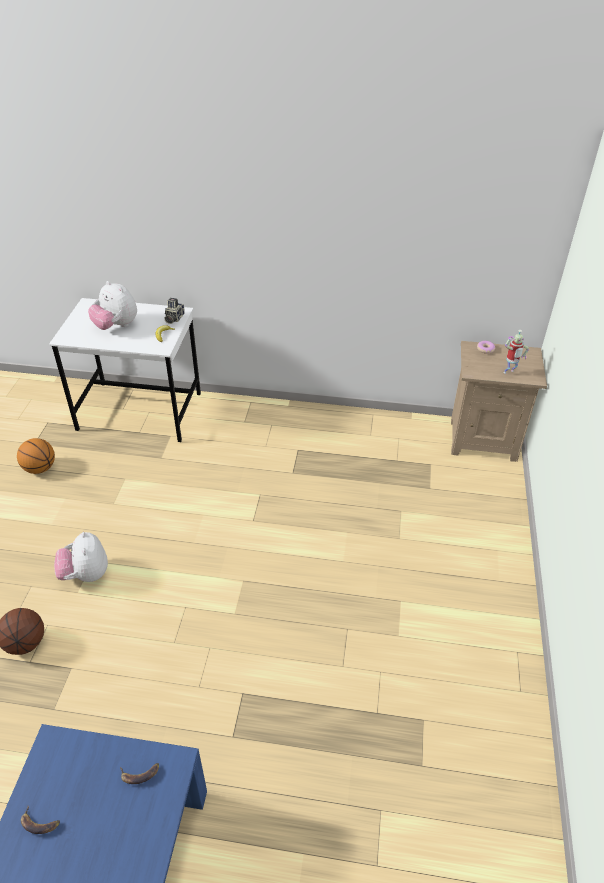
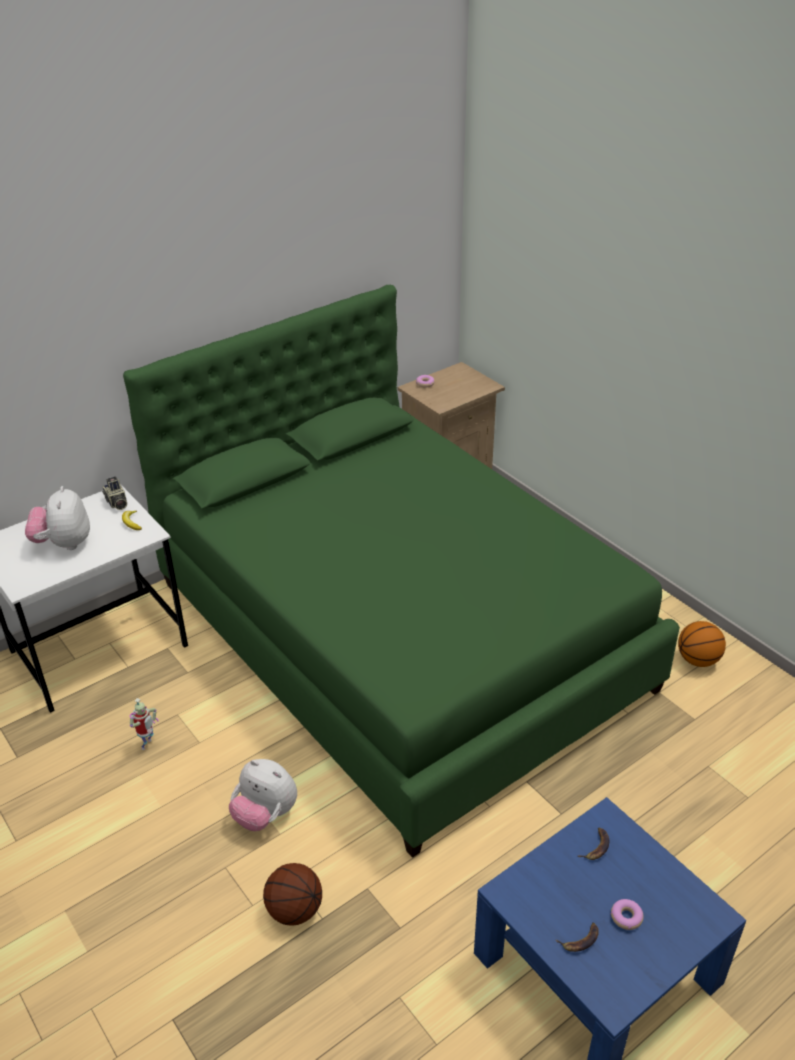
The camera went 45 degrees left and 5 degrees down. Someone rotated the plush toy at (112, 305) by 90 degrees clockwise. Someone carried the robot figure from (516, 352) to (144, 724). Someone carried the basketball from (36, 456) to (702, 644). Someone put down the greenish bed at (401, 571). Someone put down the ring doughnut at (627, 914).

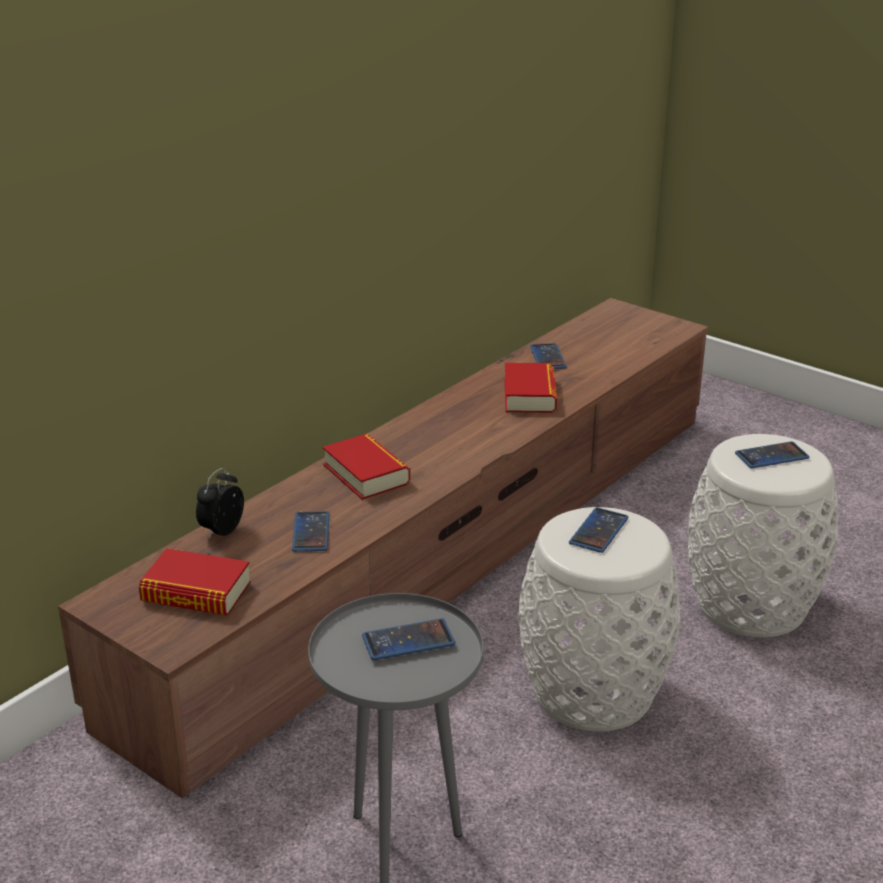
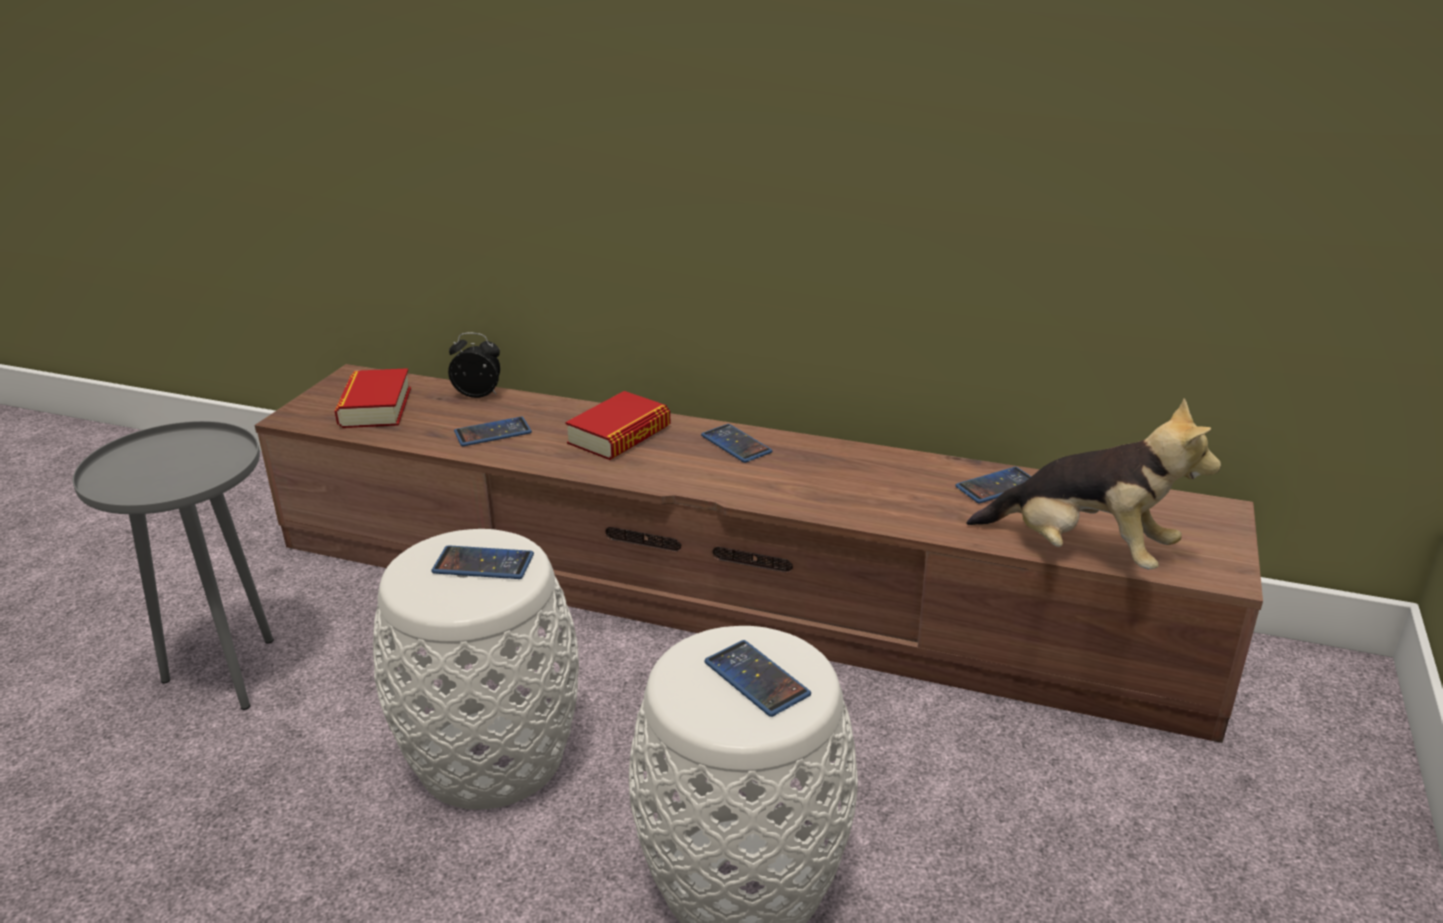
The camera went 70 degrees right and 0 degrees up. Someone took away the bound book at (530, 388). Someone carried the telephone from (409, 639) to (736, 443). Someone put down the plush toy at (1094, 483).

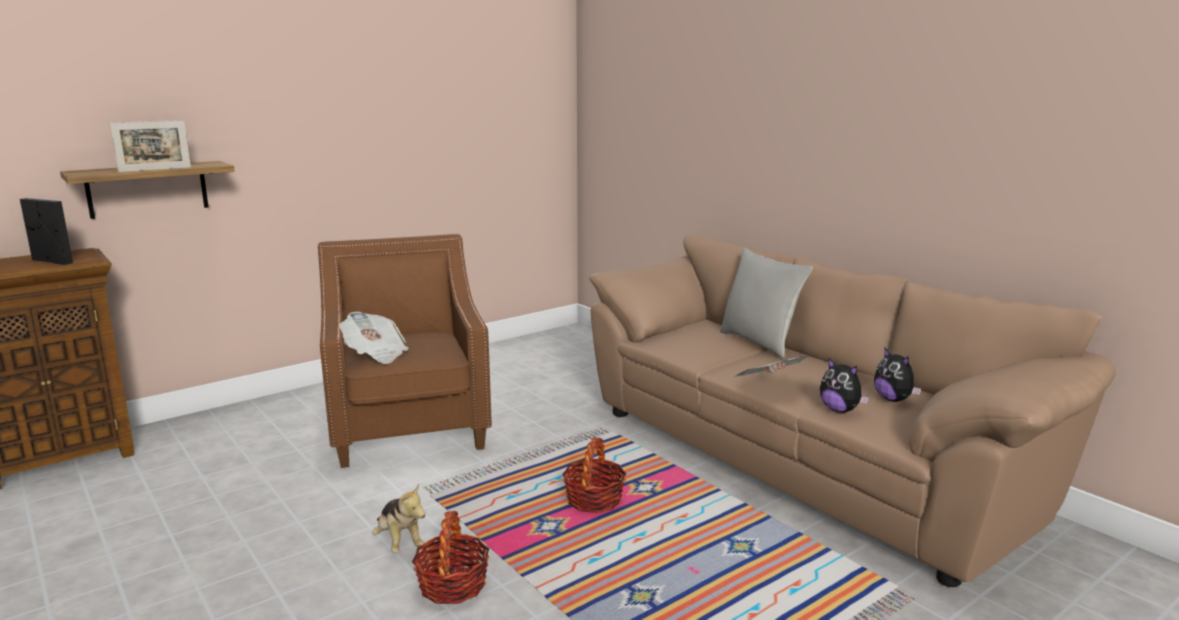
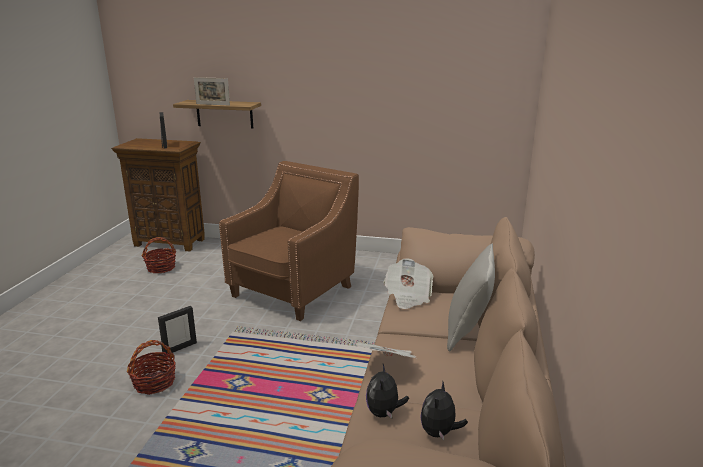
The camera went 50 degrees right and 5 degrees up. Someone carried the daily paper from (374, 338) to (408, 283). Someone carried the household basket from (594, 475) to (159, 255). Someone swapped the plush toy at (398, 518) for the photo frame at (177, 330).

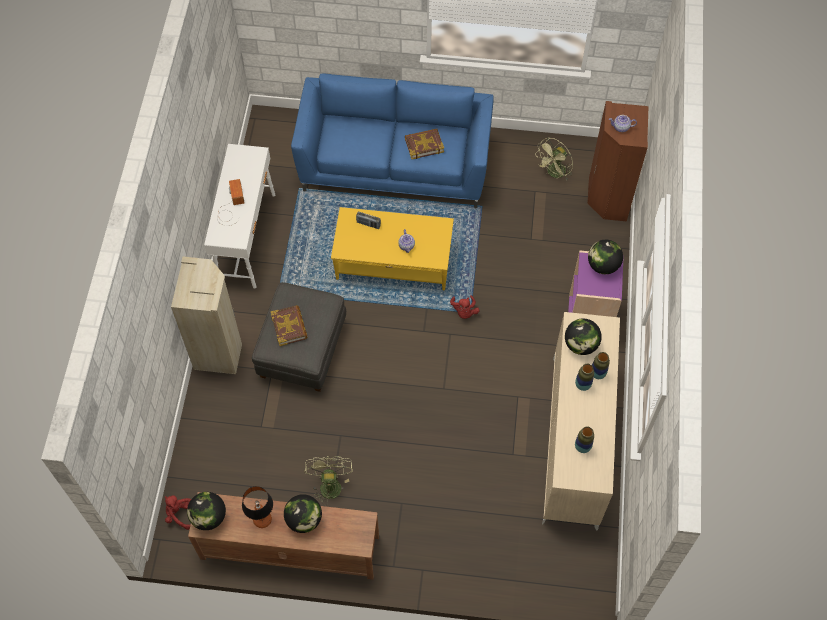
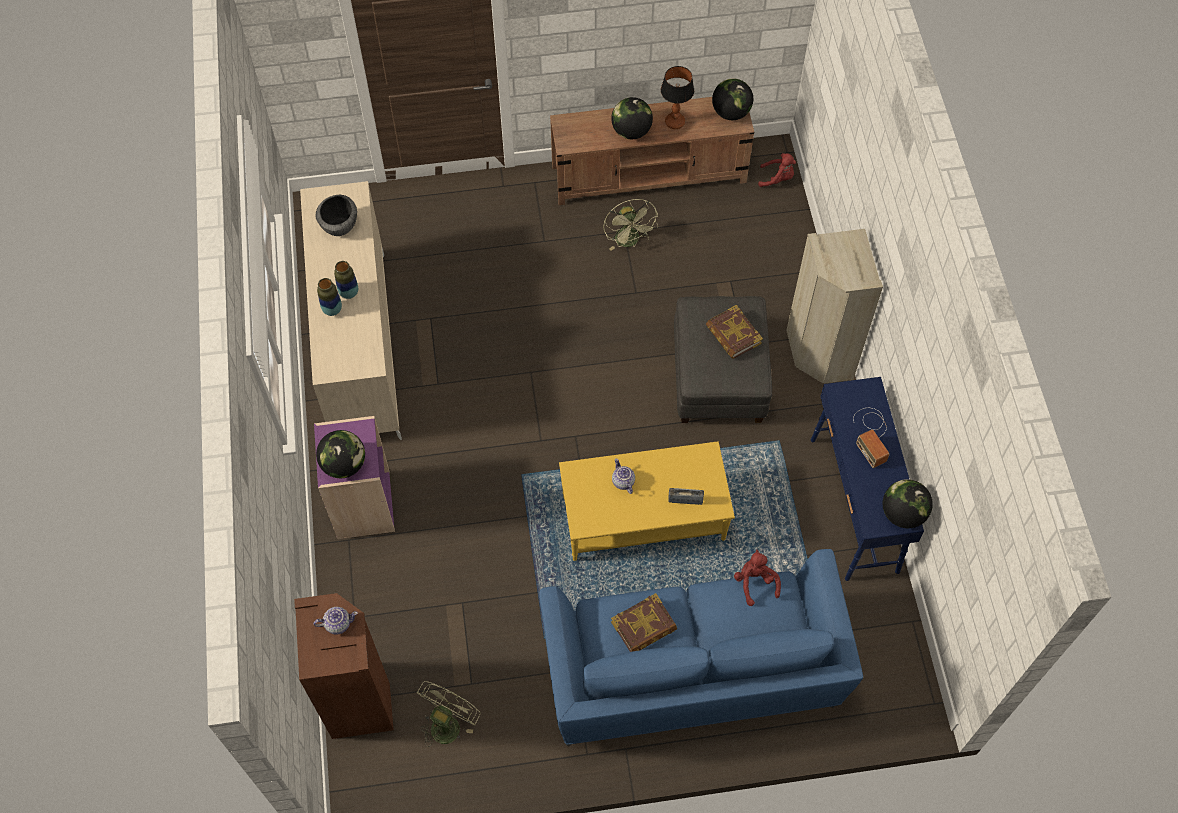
The camera went 165 degrees right and 0 degrees up. Someone repainted the whitish narrow table at (240, 216), which became the bluish narrow table at (867, 479). Someone carried the red plush toy from (465, 307) to (757, 577). Someone carried the desk globe from (583, 337) to (908, 503). Someone swapped the decorative vase at (584, 439) for the deep dish at (336, 215).

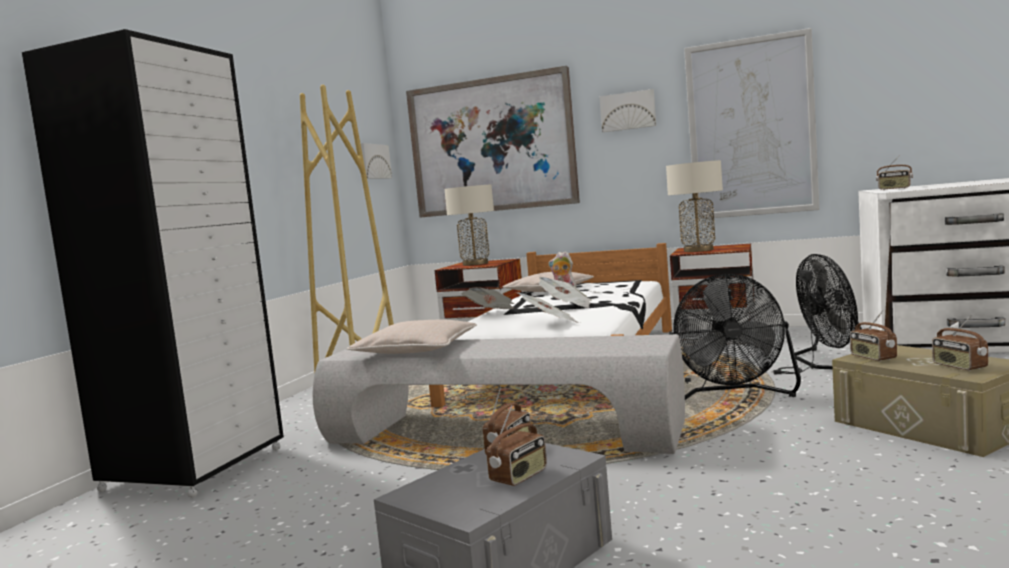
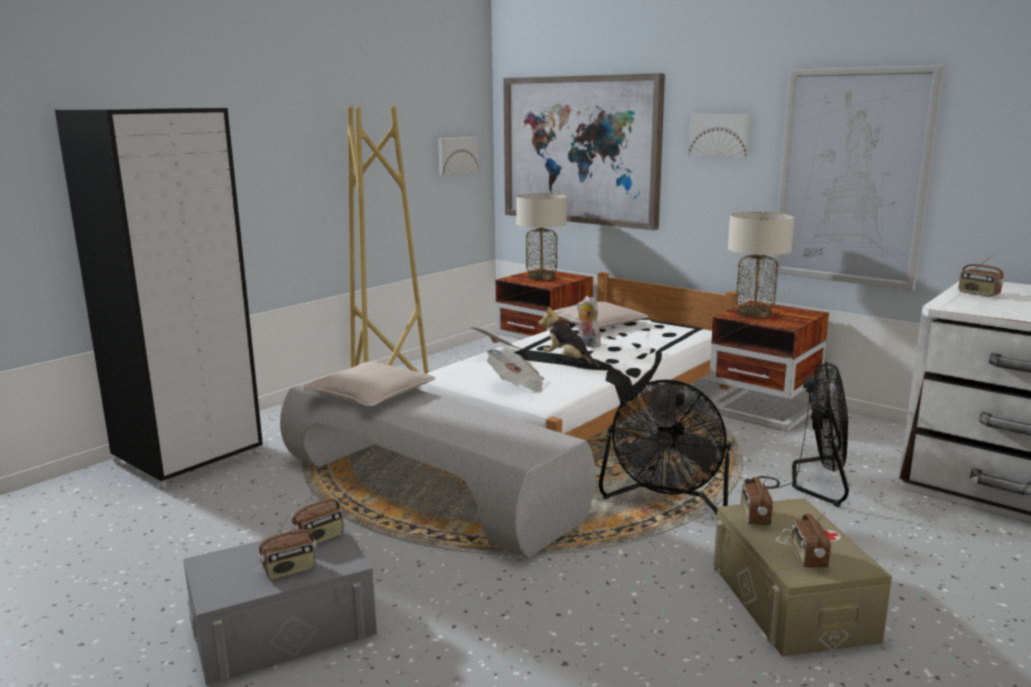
The camera went 20 degrees right and 10 degrees up. Someone swapped the daily paper at (565, 292) for the plush toy at (569, 337).

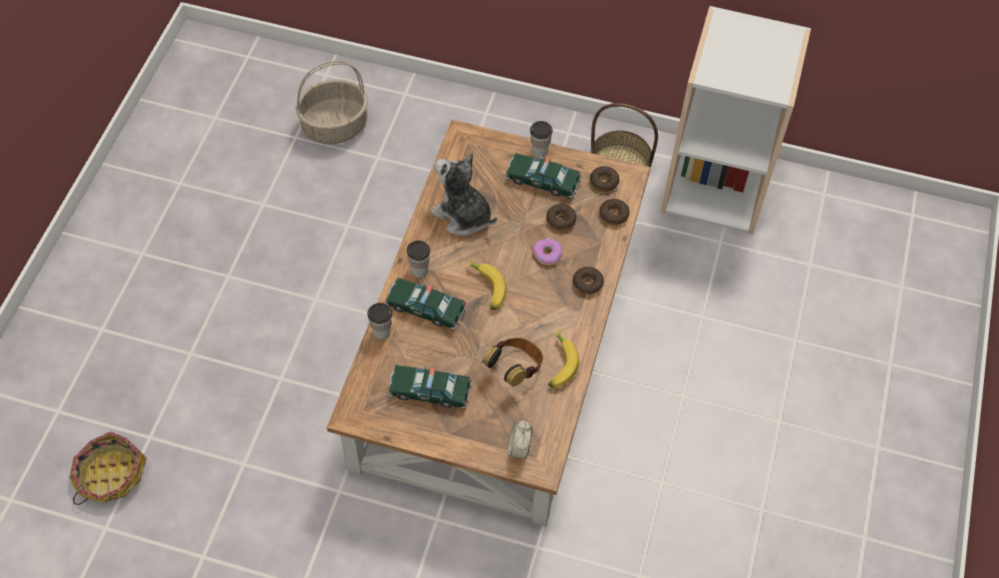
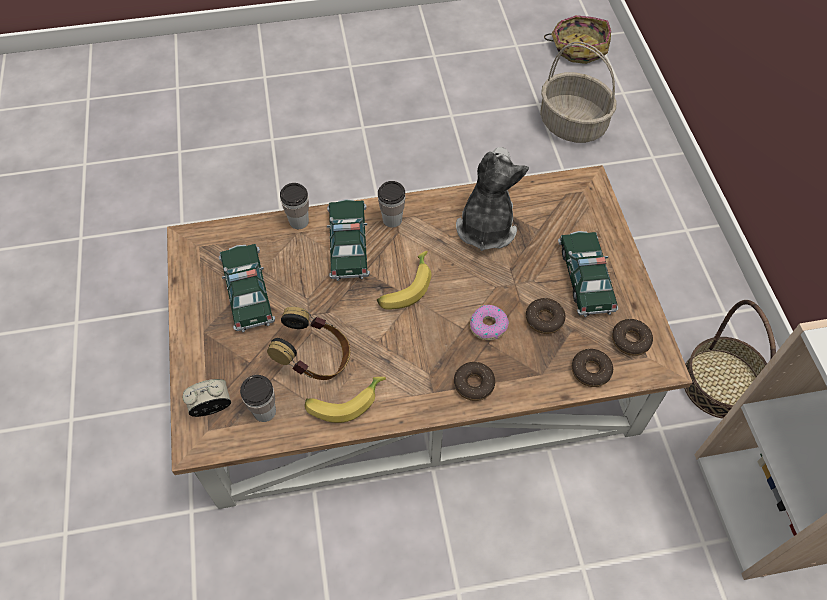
The camera went 65 degrees right and 0 degrees up. Someone carried the small cup from (541, 139) to (258, 398). Someone carried the household basket from (108, 468) to (577, 39).

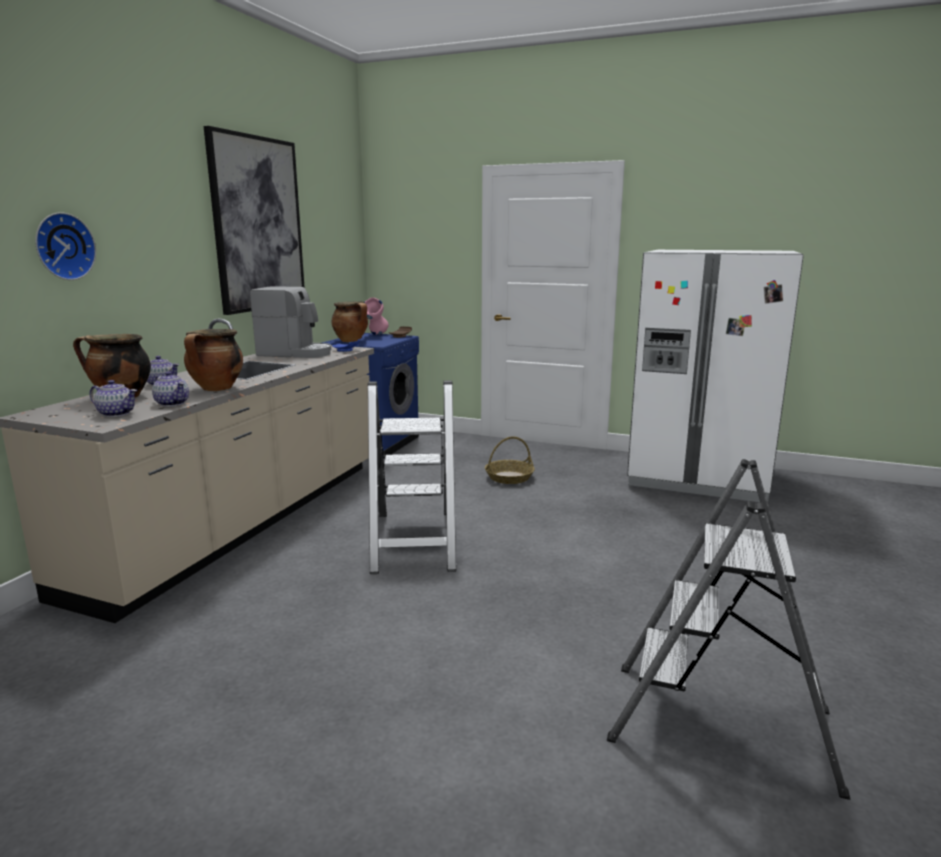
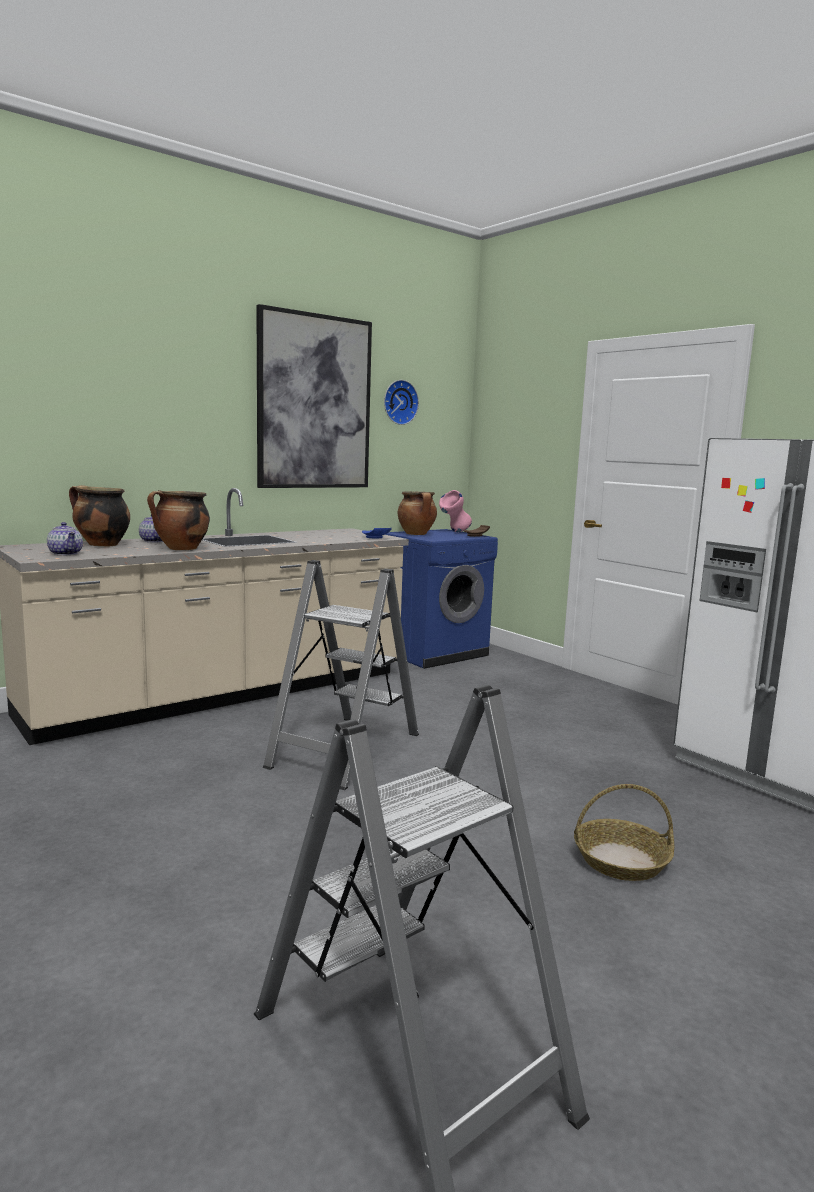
The camera went 30 degrees right and 5 degrees down. Someone carried the hanging clock from (65, 246) to (401, 402). Someone took away the coffee brewer at (290, 322). Someone took away the tea pot at (170, 389). Someone carried the household basket from (510, 460) to (624, 832).

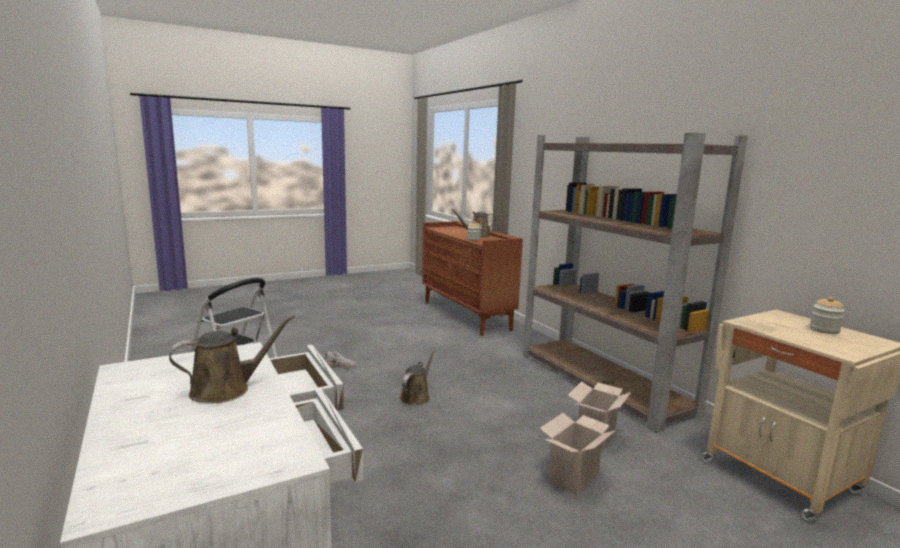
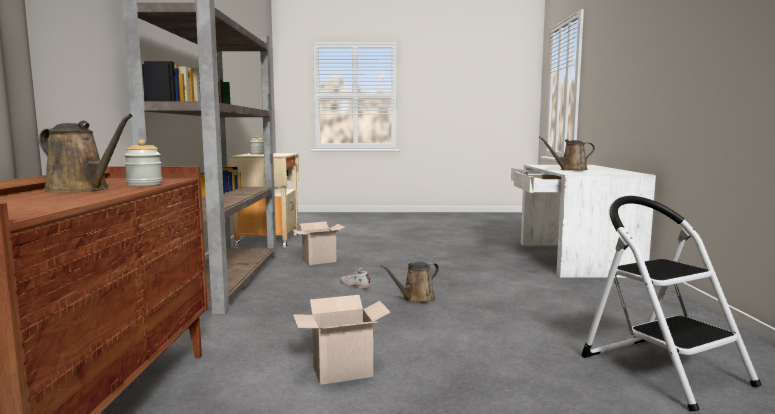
The camera went 150 degrees left and 5 degrees down. Someone carried the whitish shoe from (340, 359) to (356, 278). Someone carried the packing box from (577, 454) to (342, 340).

